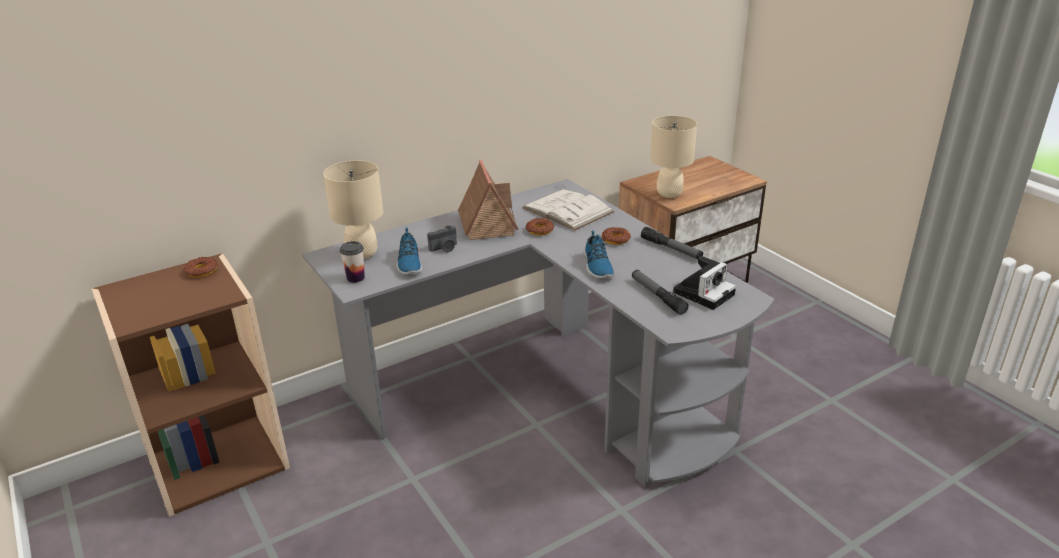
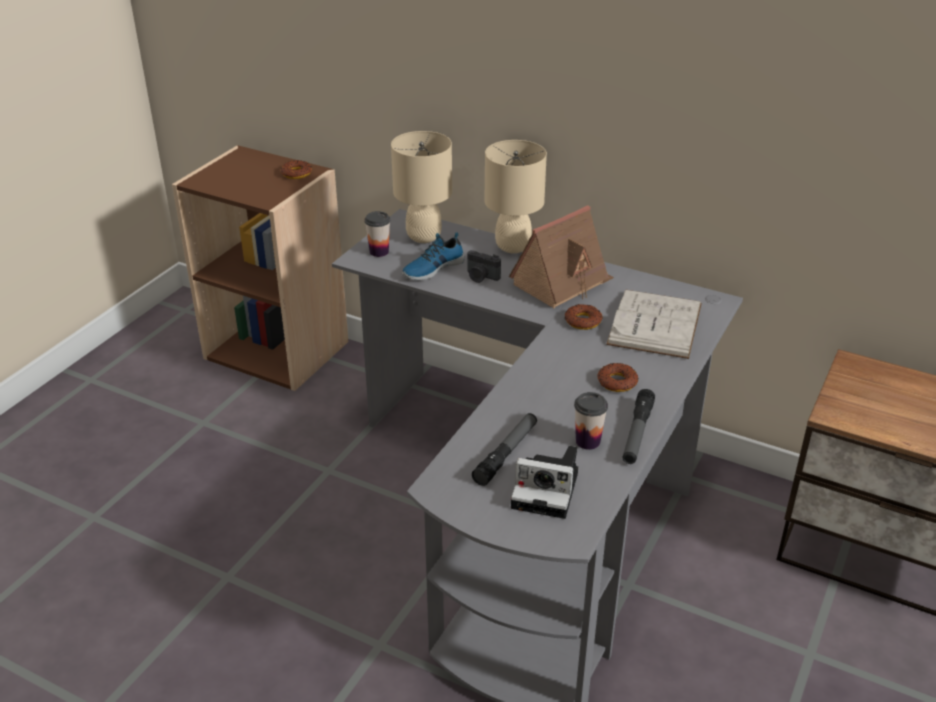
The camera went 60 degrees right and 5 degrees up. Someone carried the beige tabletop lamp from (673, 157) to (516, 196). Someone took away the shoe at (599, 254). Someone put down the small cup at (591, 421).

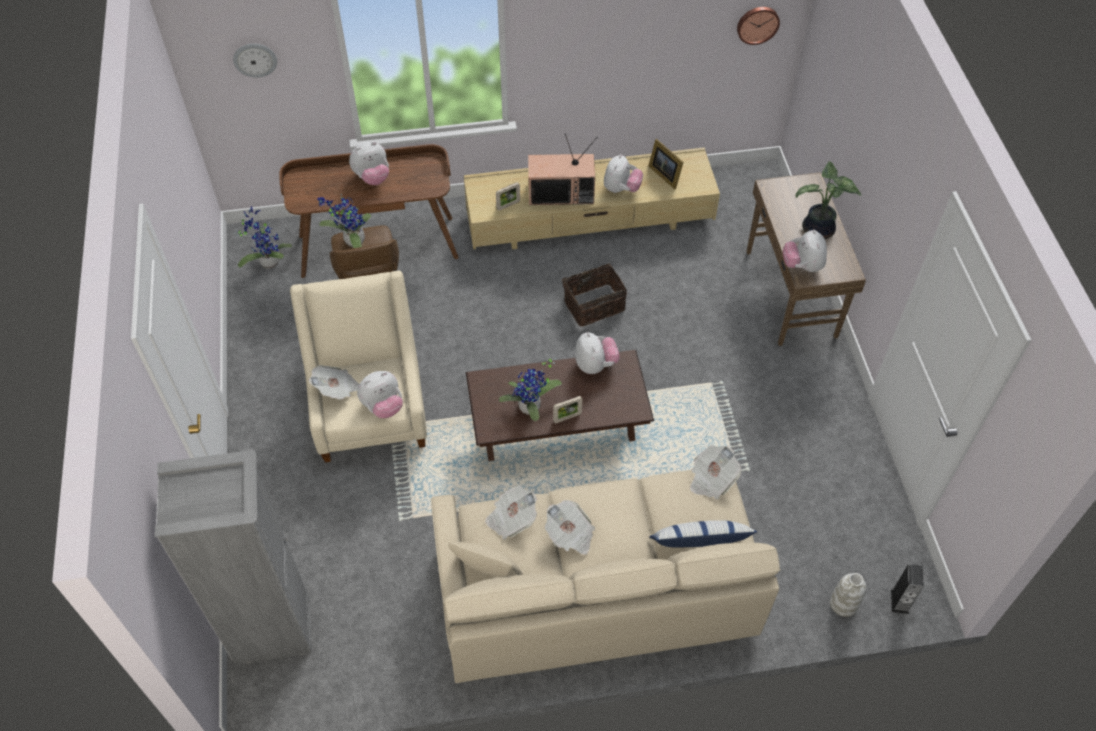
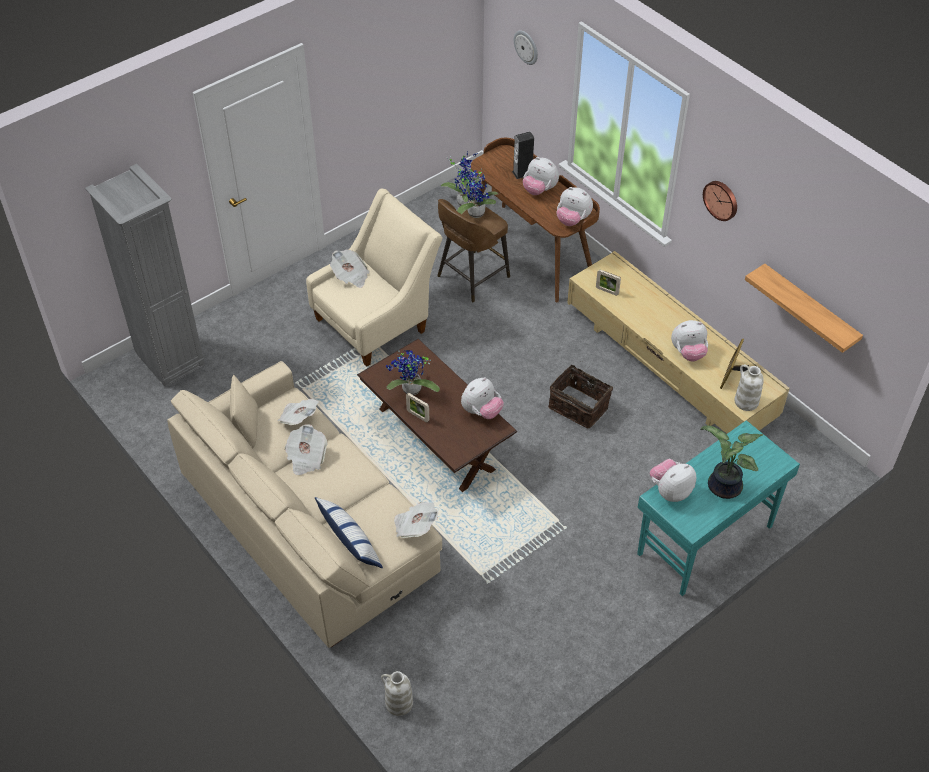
The camera went 60 degrees right and 5 degrees down. Someone carried the hanging clock from (758, 26) to (720, 201). Someone took away the TV at (563, 169). Someone repainted the brownish narrow table at (806, 259), which became the turquoise narrow table at (718, 508). Someone carried the plush toy from (380, 394) to (574, 206). Someone carried the audio speaker from (907, 589) to (523, 155). Someone put up the shelf at (804, 308). Someone put down the whitish decorative vase at (749, 388).

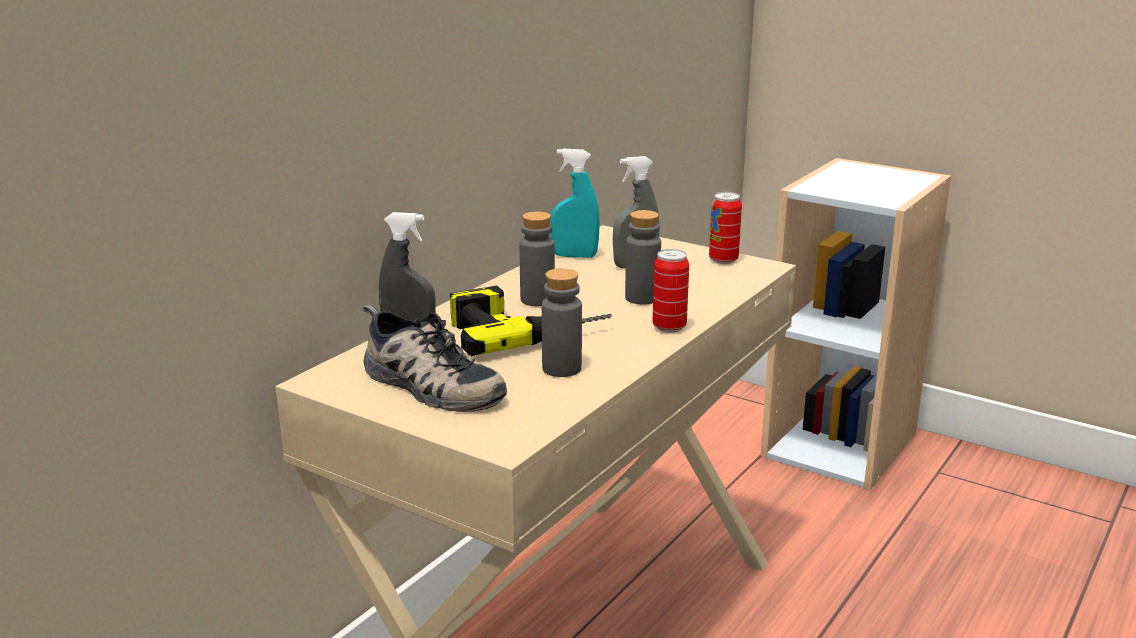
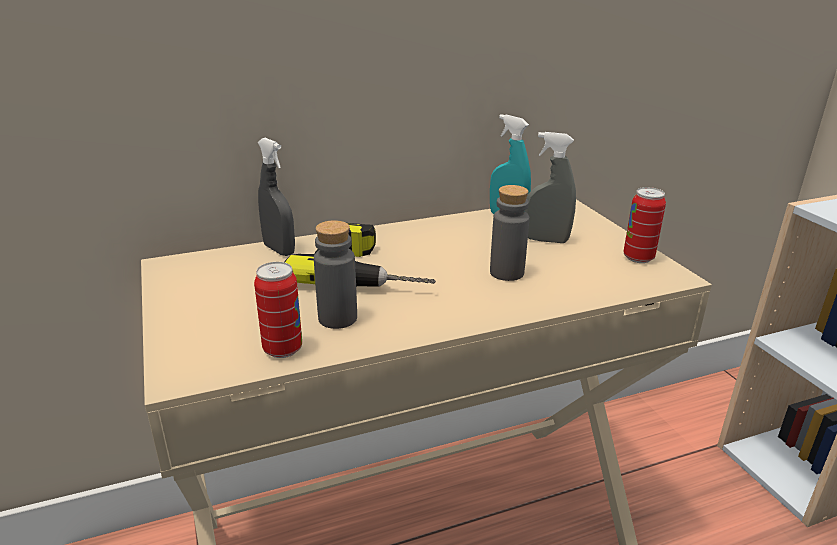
The camera went 35 degrees right and 5 degrees up. Someone took away the greyish beverage bottle at (537, 258). Someone carried the sealed can from (670, 291) to (278, 310). Someone took away the shoe at (435, 358).

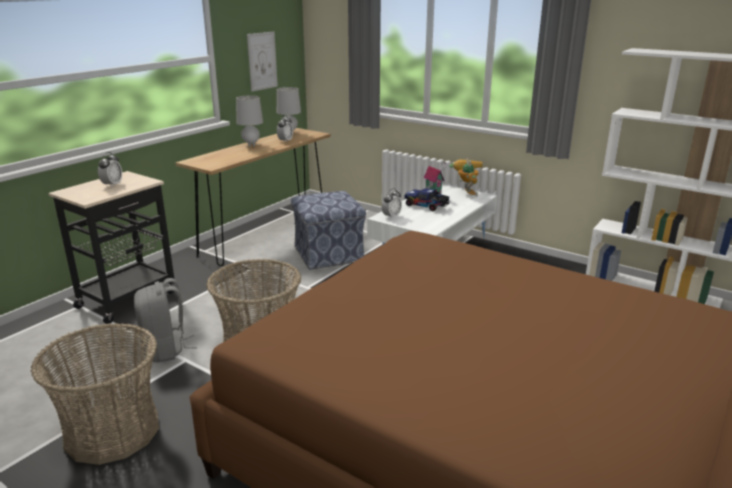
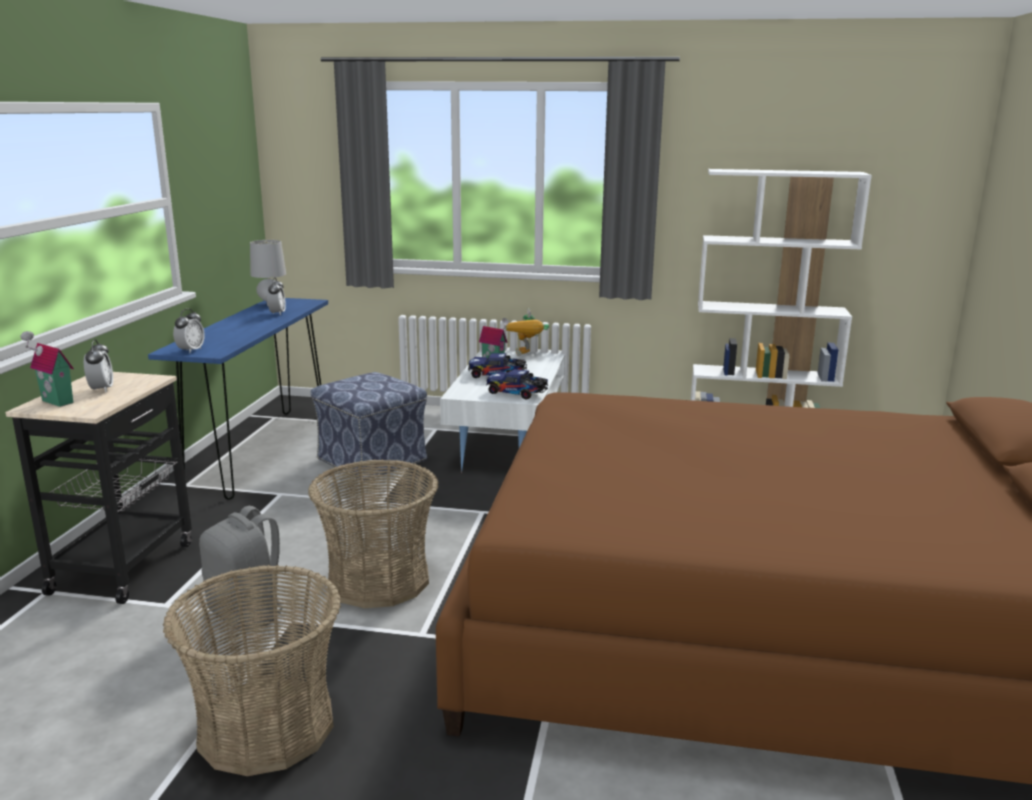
The camera went 25 degrees left and 5 degrees down. Someone took away the picture at (262, 62). Someone took away the greyish tabletop lamp at (249, 121). Someone repainted the brownish narrow table at (253, 197), which became the bluish narrow table at (238, 399). Someone rotated the robot figure at (466, 177) by 150 degrees counterclockwise. Someone carried the bedside clock from (392, 203) to (189, 330). Someone put down the toy house at (47, 369). Someone put down the model truck at (517, 384).

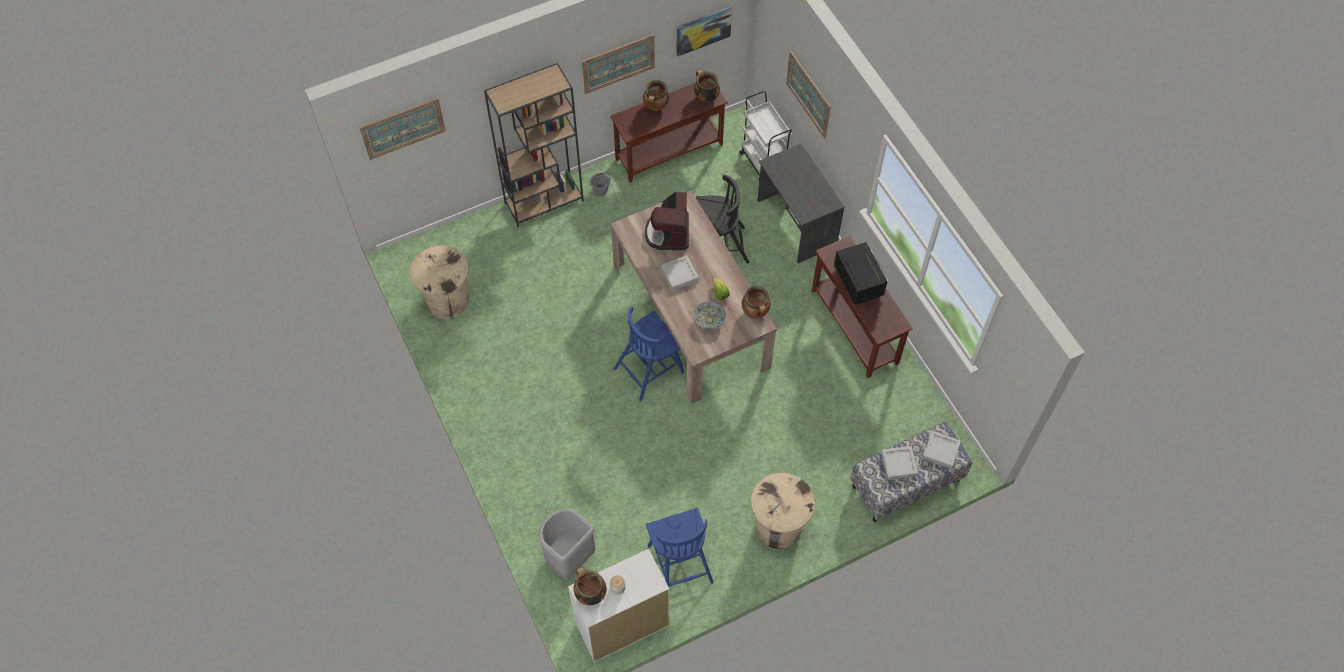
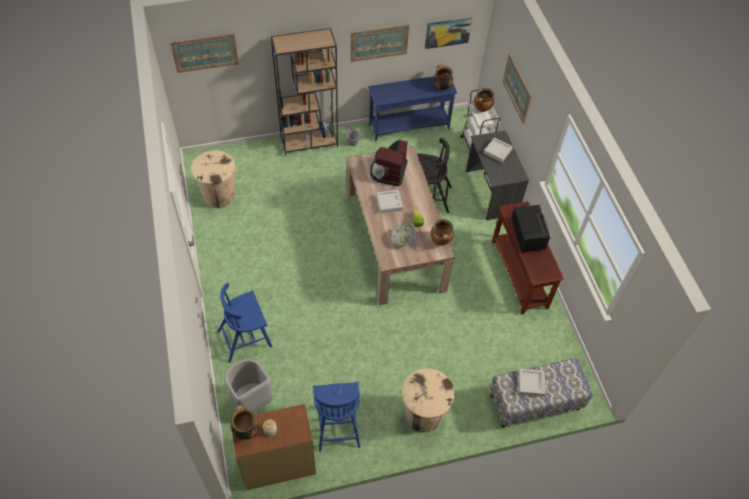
The camera went 10 degrees right and 5 degrees down. Someone carried the stockpot from (656, 95) to (484, 100). Someone repainted the brownish narrow table at (669, 133), which became the bluish narrow table at (412, 109). Someone carried the bluish upright chair from (649, 353) to (244, 323). Someone carried the greyish tray from (942, 450) to (498, 150). Someone repainted the whitish storage cabinet at (619, 605), which became the brownish storage cabinet at (273, 447).

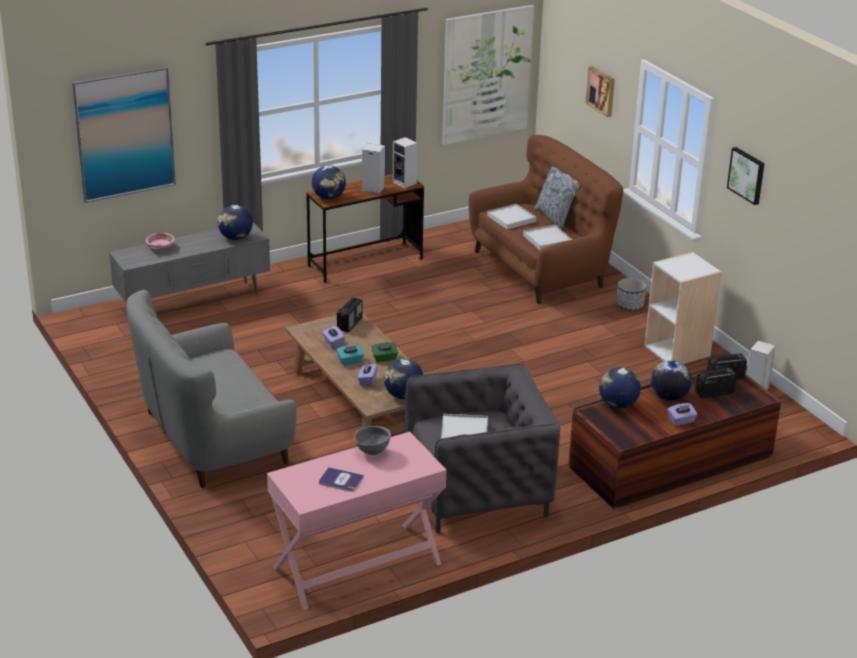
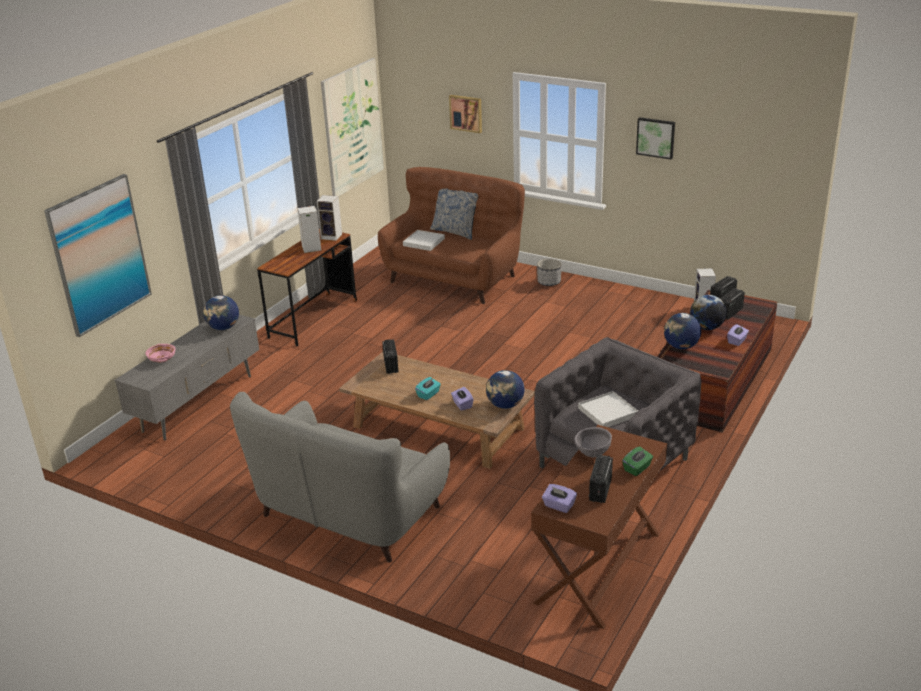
The camera went 30 degrees left and 0 degrees up. Someone took away the desk globe at (329, 182). Someone took away the whitish tray at (547, 238). Someone took away the bookcase at (683, 308). Someone carried the purple-coloured tissue holder from (333, 337) to (559, 498). Someone carried the greenish tissue holder from (384, 352) to (637, 461). Someone repainted the pink narrow table at (357, 521), which became the brownish narrow table at (599, 527). Someone swapped the bound book at (341, 479) for the radio at (601, 479).

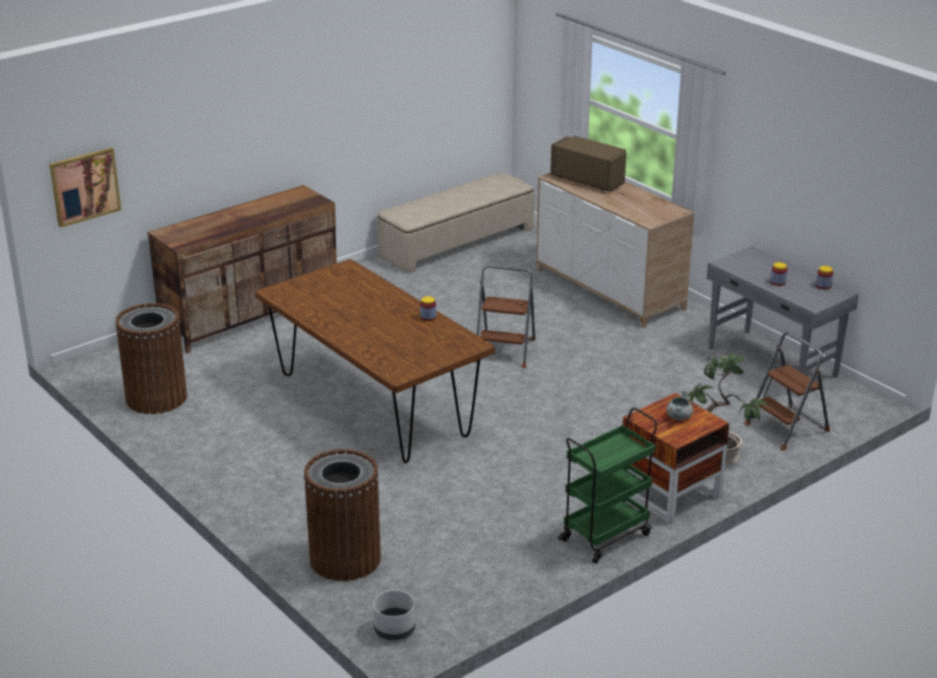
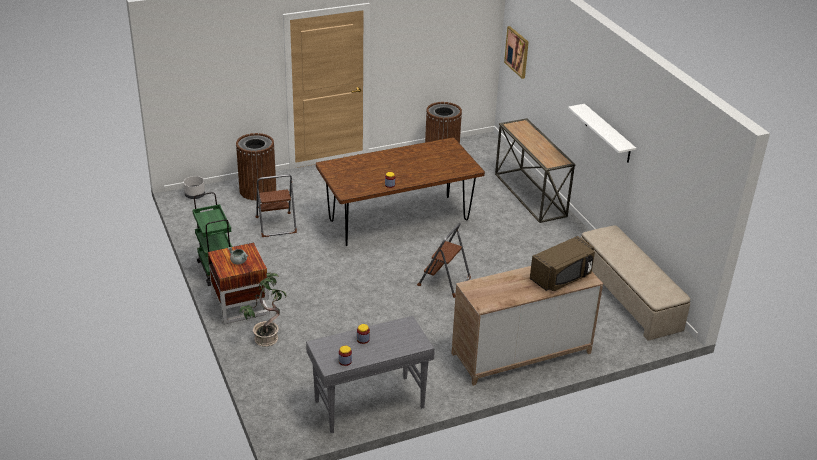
The camera went 105 degrees right and 5 degrees up. Someone swapped the brownish storage cabinet at (242, 269) for the narrow table at (535, 170). Someone carried the brownish step ladder from (787, 391) to (276, 205). Someone put up the whitish shelf at (602, 133).

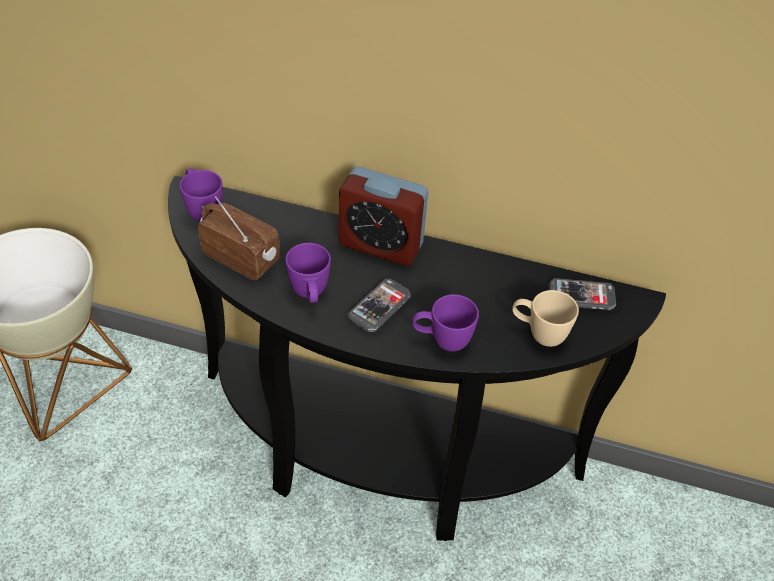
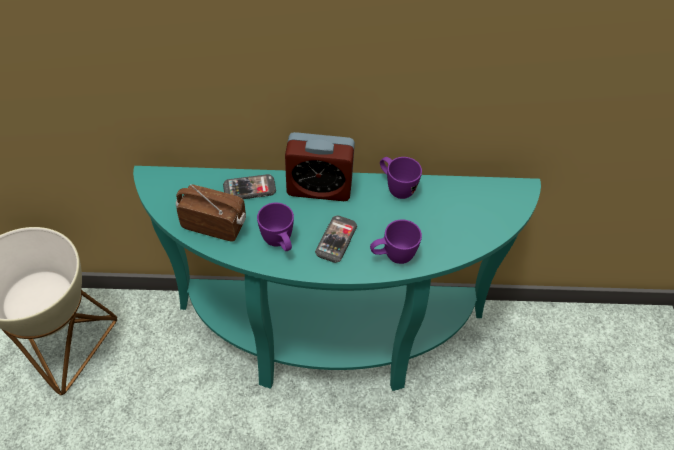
The camera went 15 degrees left and 5 degrees up. Someone carried the purple-coloured coffee mug from (201, 195) to (401, 178). Someone repainted the black narrow table at (417, 358), which became the turquoise narrow table at (337, 278). Someone carried the telephone from (582, 294) to (249, 186). Someone took away the beige coffee mug at (545, 318).

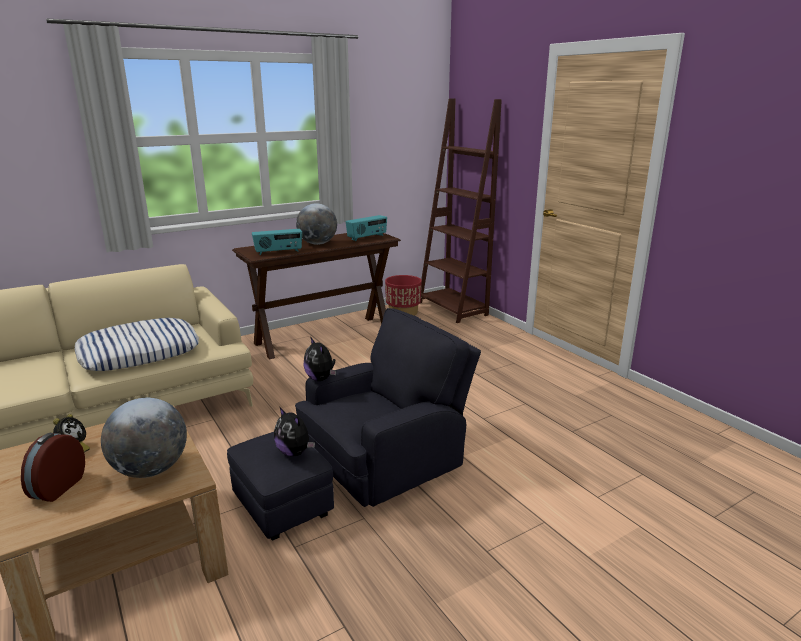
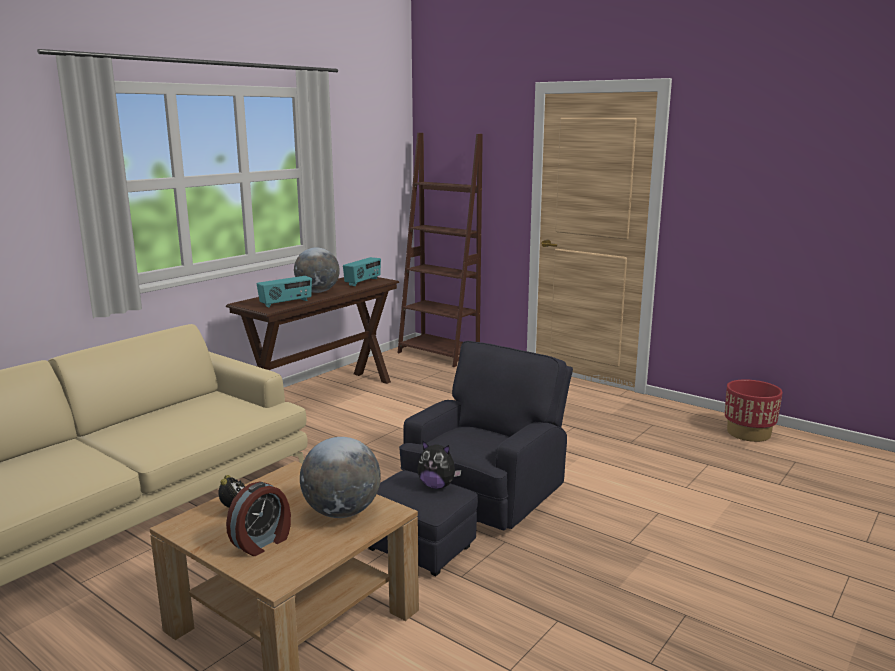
The camera went 20 degrees left and 5 degrees down. Someone carried the red plant pot from (403, 295) to (754, 410). Someone took away the cushion at (136, 344). Someone took away the plush toy at (319, 359). Someone rotated the bedside clock at (53, 467) by 135 degrees counterclockwise.

